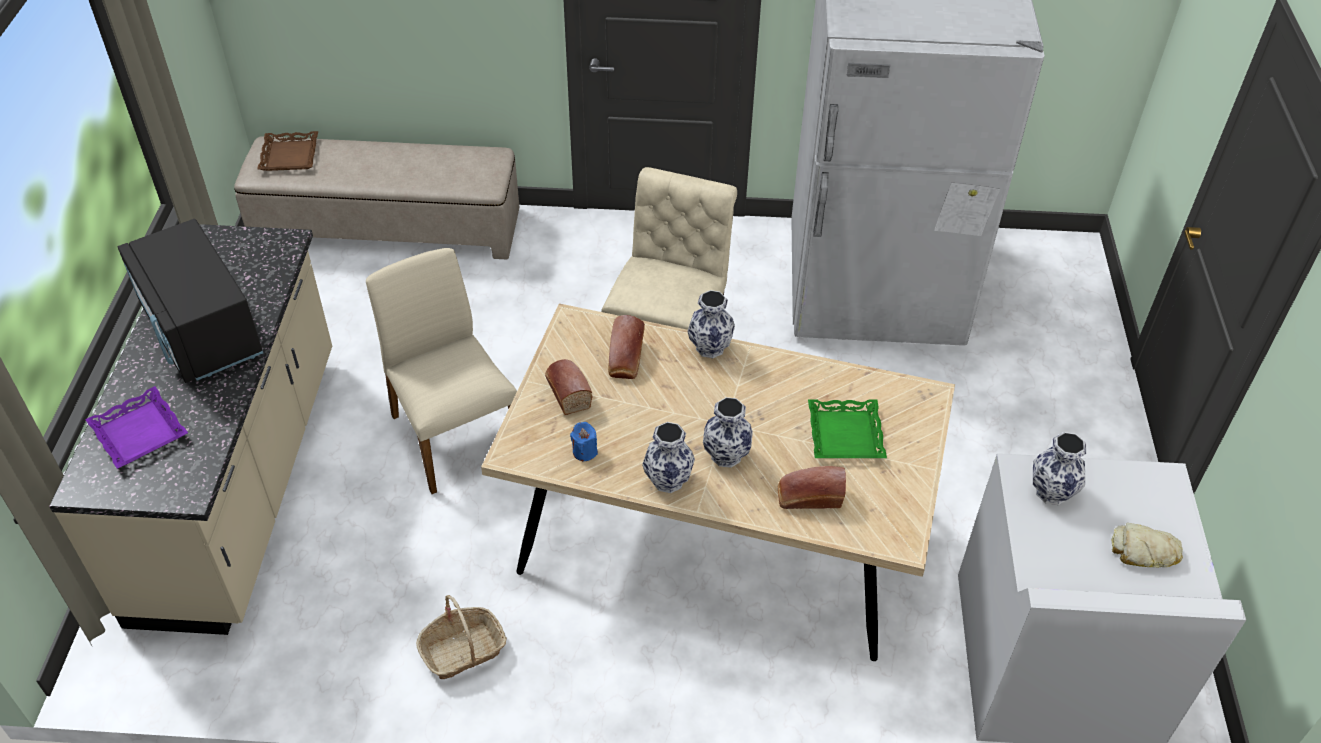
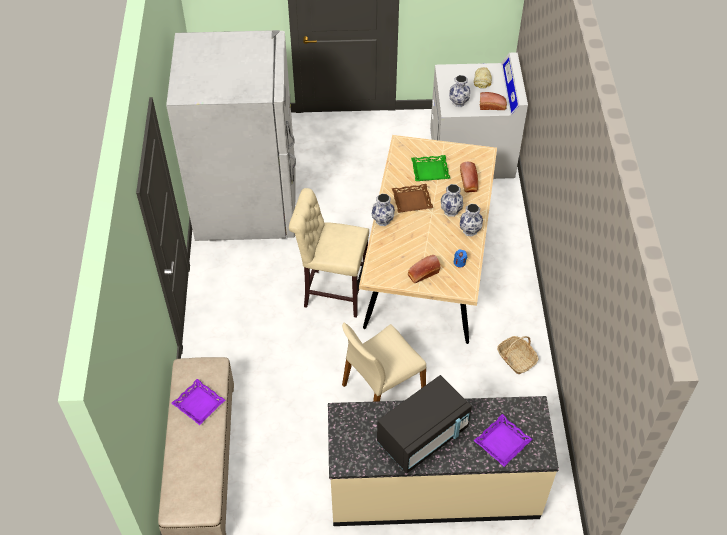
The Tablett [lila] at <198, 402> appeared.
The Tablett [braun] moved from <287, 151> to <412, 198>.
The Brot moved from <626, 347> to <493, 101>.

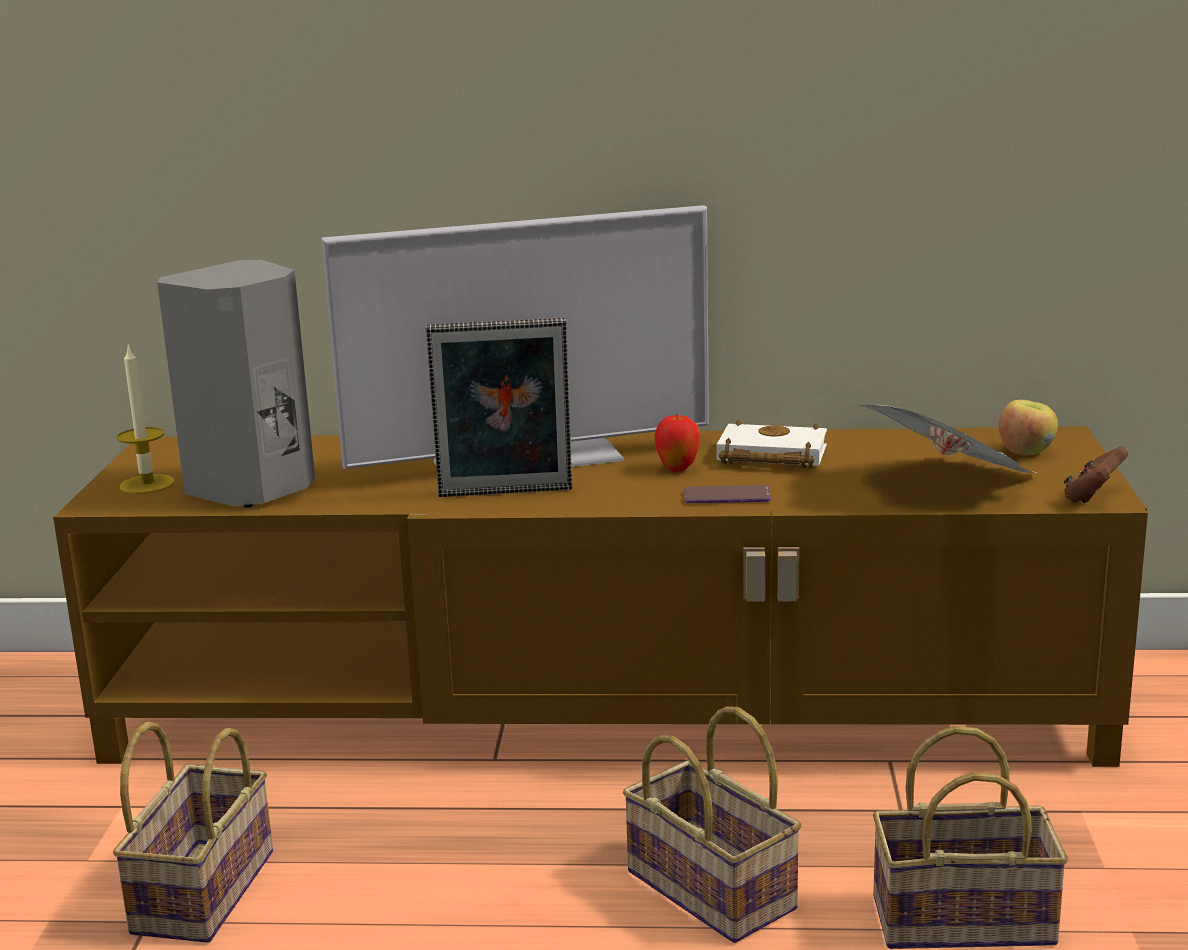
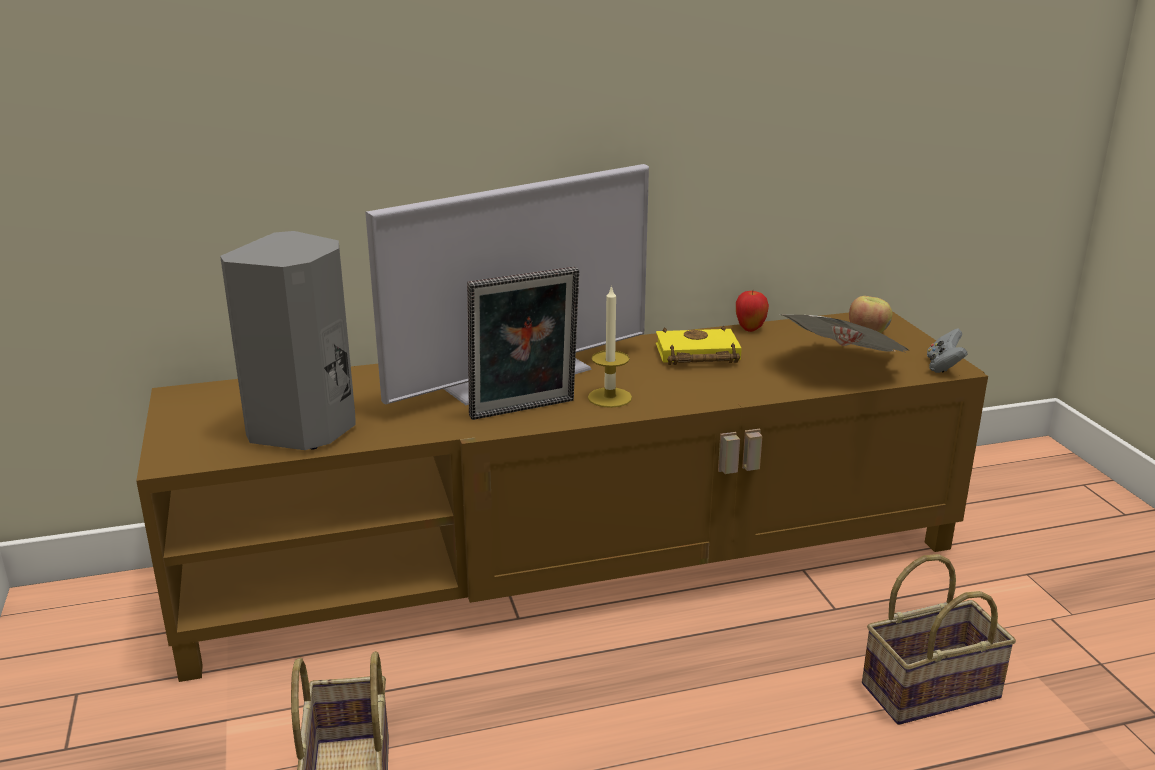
The Kerze moved from <146, 419> to <610, 346>.
The Buch [weiß] at <772, 444> became the Buch [gelb] at <699, 345>.
The Apfel moved from <677, 442> to <752, 311>.
The Gamepad [braun] at <1096, 474> became the Gamepad [grau] at <947, 351>.
The Korb at <712, 824> disappeared.
The Handy at <727, 494> disappeared.

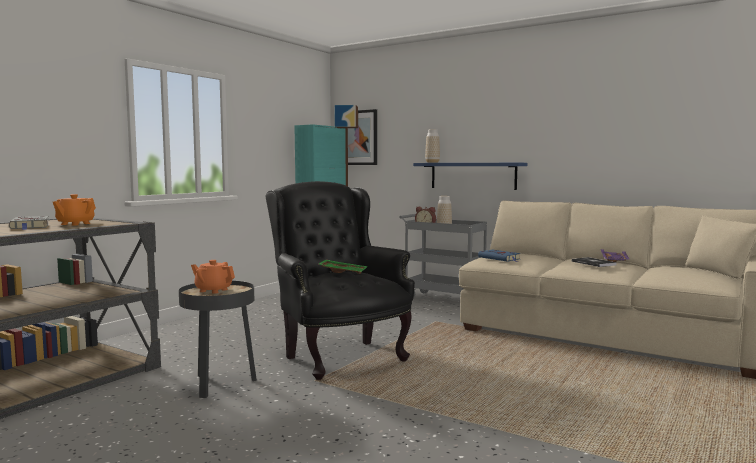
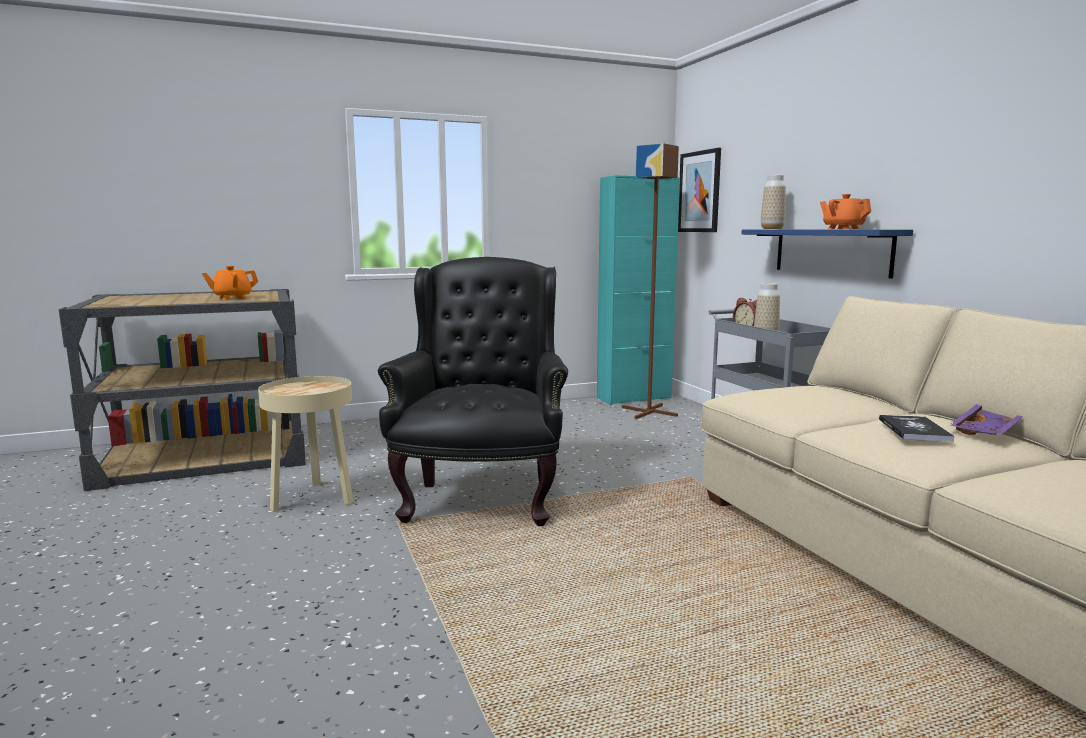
The Beistelltisch [schwarz] at <218, 339> became the Beistelltisch [beige] at <305, 444>.
The Teekanne [orange] moved from <213, 277> to <845, 211>.
The Buch [grau] at <29, 223> disappeared.
The Tablett [grün] at <343, 267> disappeared.
The Buch [blau] at <499, 255> disappeared.

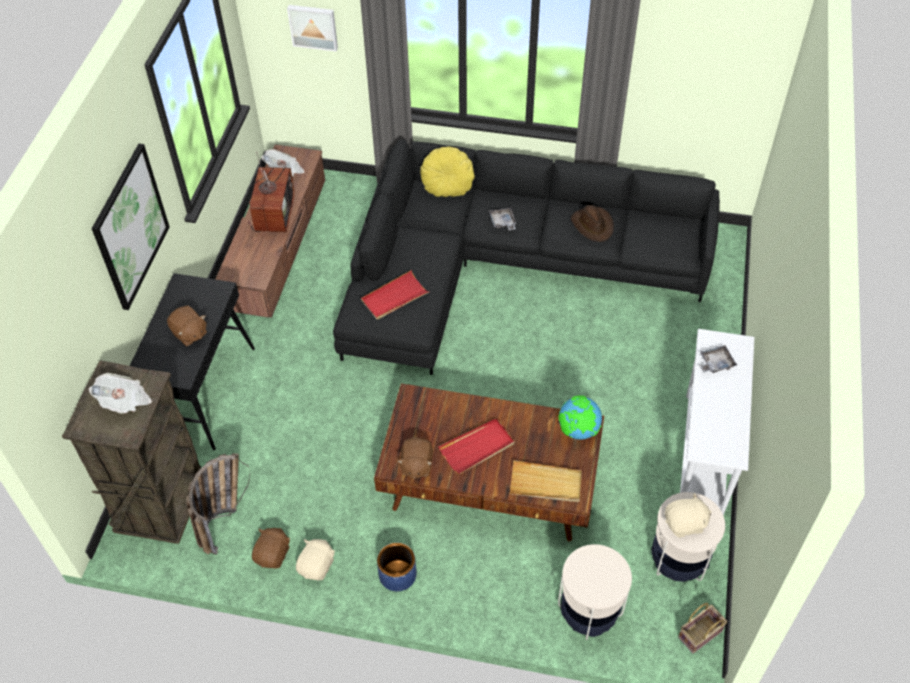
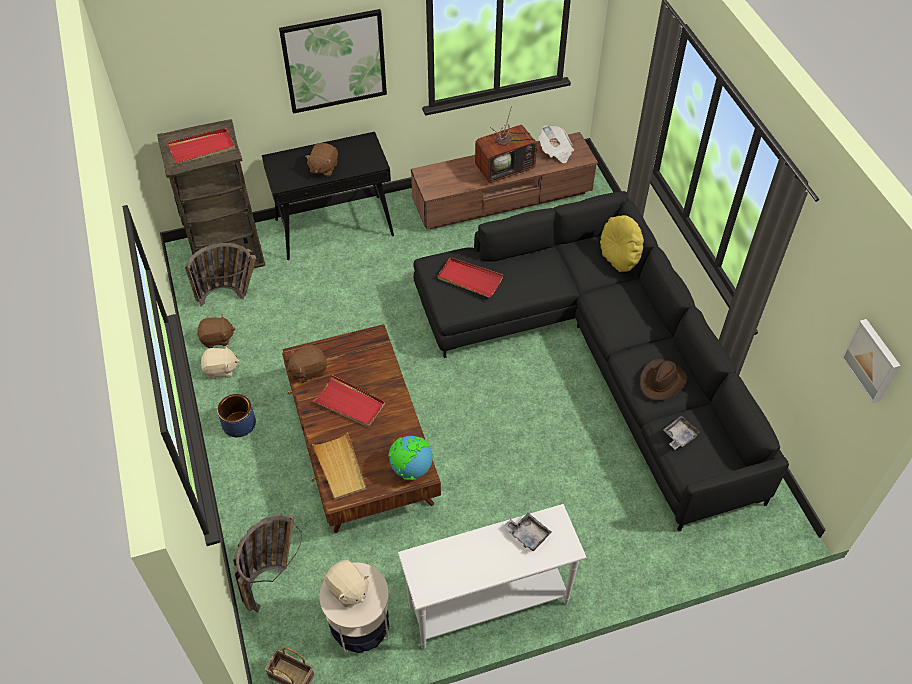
The Zeitung at <120, 393> was replaced by the Tablett [rot] at <201, 146>.
The Beistelltisch [beige] at <595, 592> was replaced by the Korb at <267, 563>.
The Tablett [grau] moved from <502, 218> to <681, 433>.
The Bild moved from <312, 28> to <871, 361>.

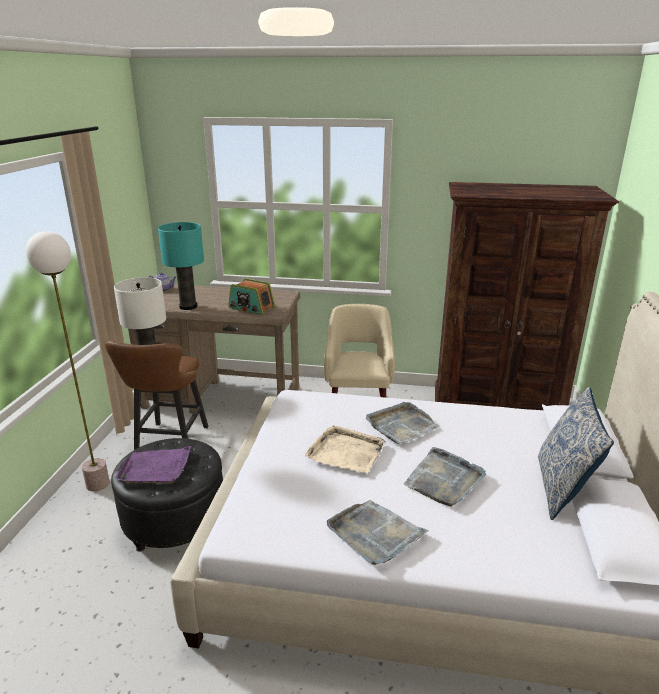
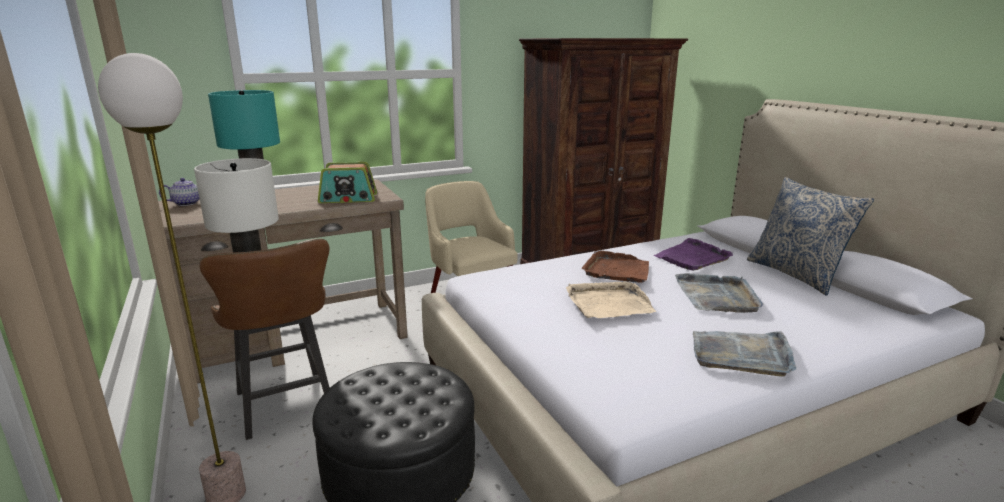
The Tablett [grau] at <402, 423> became the Tablett [braun] at <615, 267>.
The Tablett [lila] moved from <153, 464> to <693, 254>.

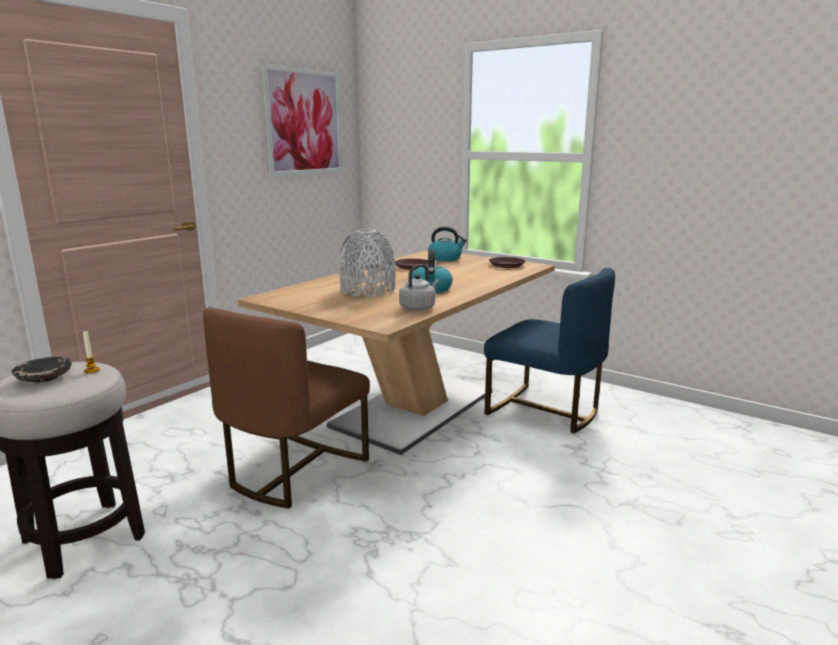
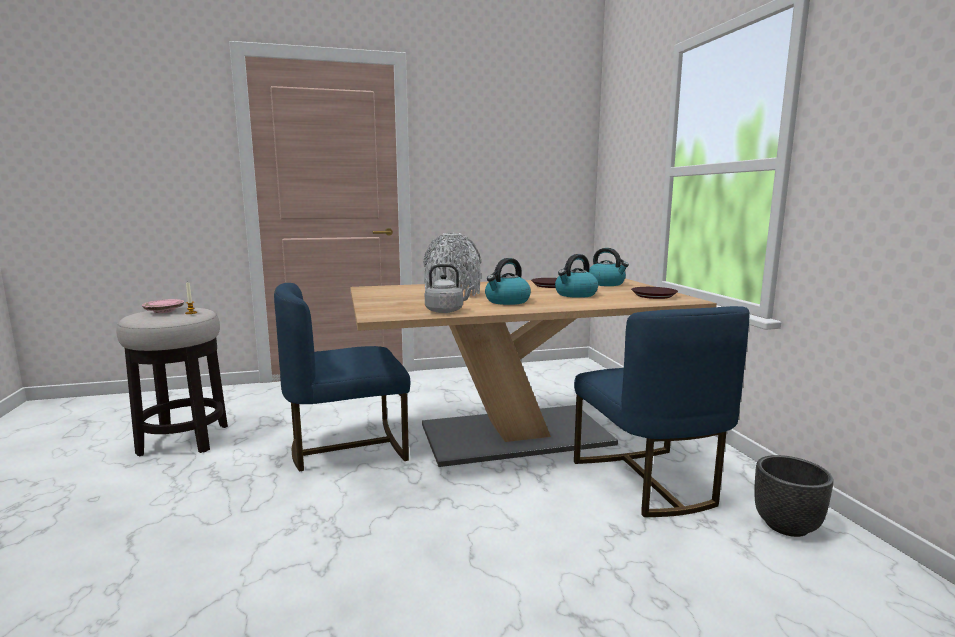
The Teller [schwarz] at <42, 369> became the Teller [rosa] at <163, 306>.
The Stuhl [braun] at <286, 408> became the Stuhl [blau] at <342, 377>.
The Wasserkessel at <576, 276> appeared.
The Pflanzkübel [schwarz] at <793, 496> appeared.
The Bild at <301, 120> disappeared.

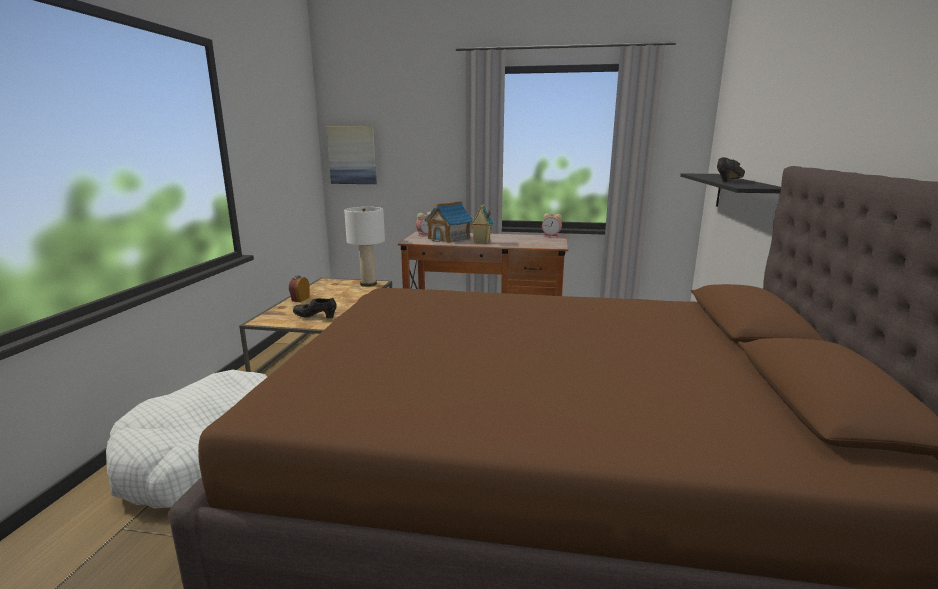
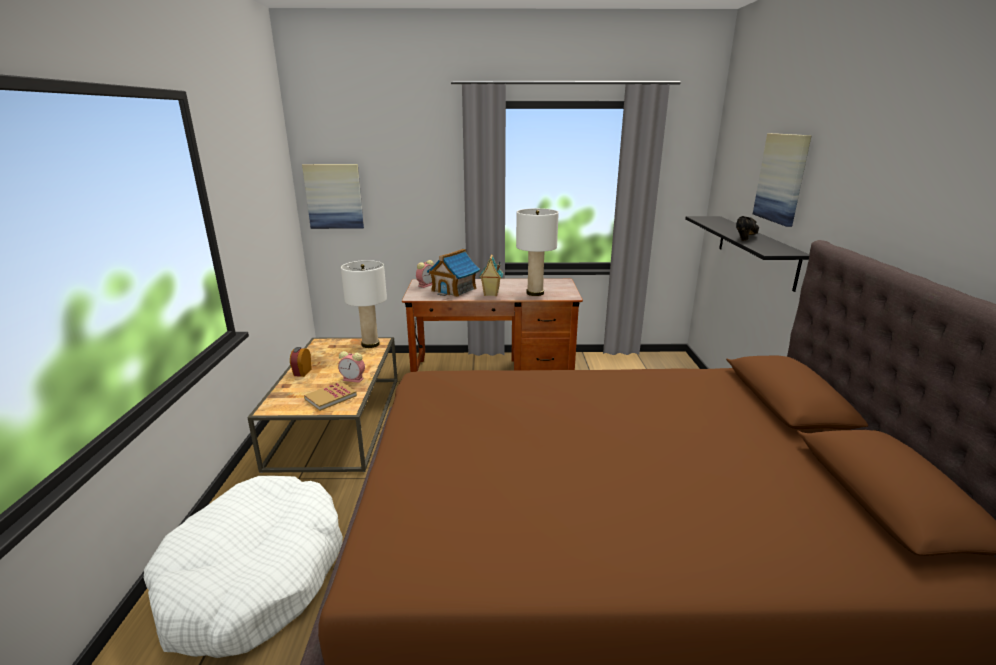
The Schuh [schwarz] at <315, 308> was replaced by the Buch at <330, 396>.
The Wecker moved from <552, 225> to <351, 367>.
The Tischlampe [weiß] at <537, 252> appeared.
The Bild at <782, 180> appeared.

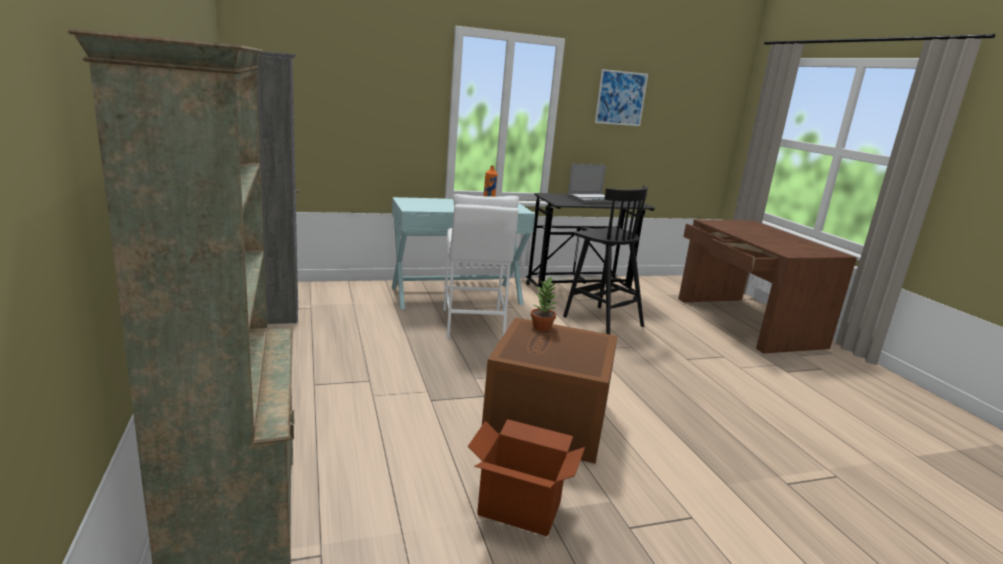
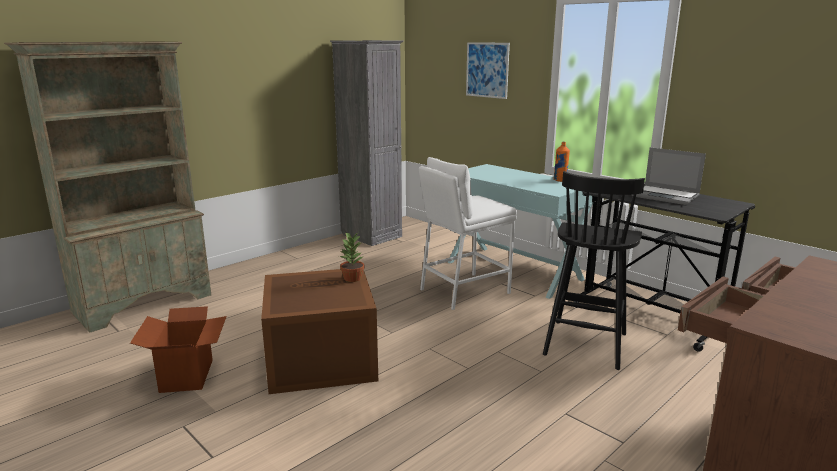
The Bild moved from <621, 97> to <488, 70>.

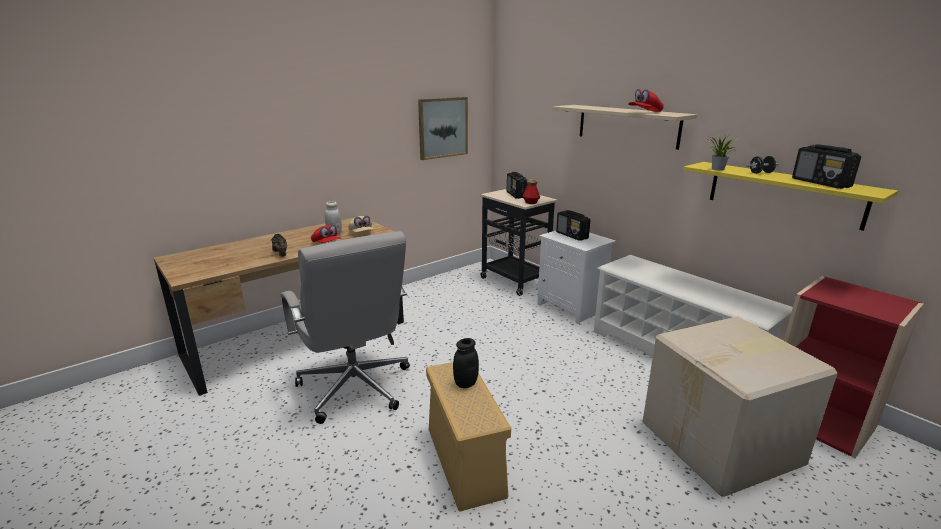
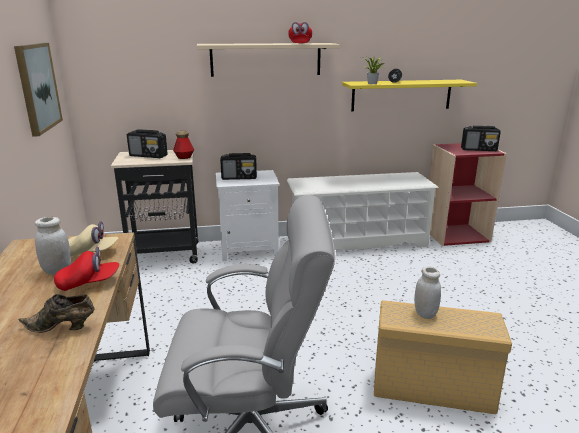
The Vorratsglas [schwarz] at <466, 363> became the Vorratsglas [weiß] at <427, 292>.
The Radio moved from <826, 166> to <481, 138>.
The Karton at <740, 406> disappeared.

